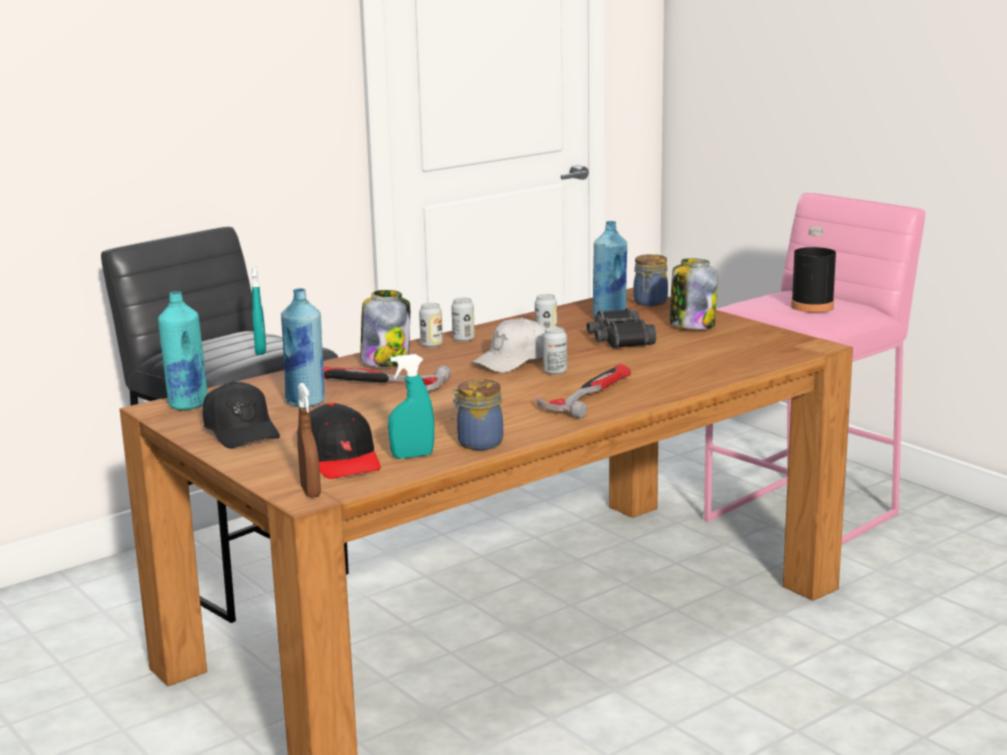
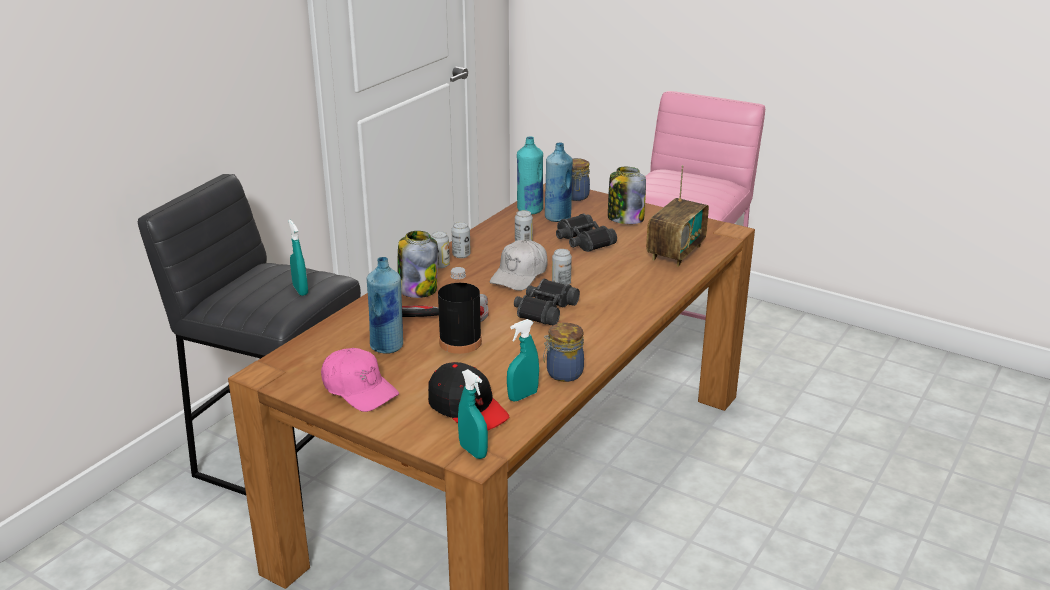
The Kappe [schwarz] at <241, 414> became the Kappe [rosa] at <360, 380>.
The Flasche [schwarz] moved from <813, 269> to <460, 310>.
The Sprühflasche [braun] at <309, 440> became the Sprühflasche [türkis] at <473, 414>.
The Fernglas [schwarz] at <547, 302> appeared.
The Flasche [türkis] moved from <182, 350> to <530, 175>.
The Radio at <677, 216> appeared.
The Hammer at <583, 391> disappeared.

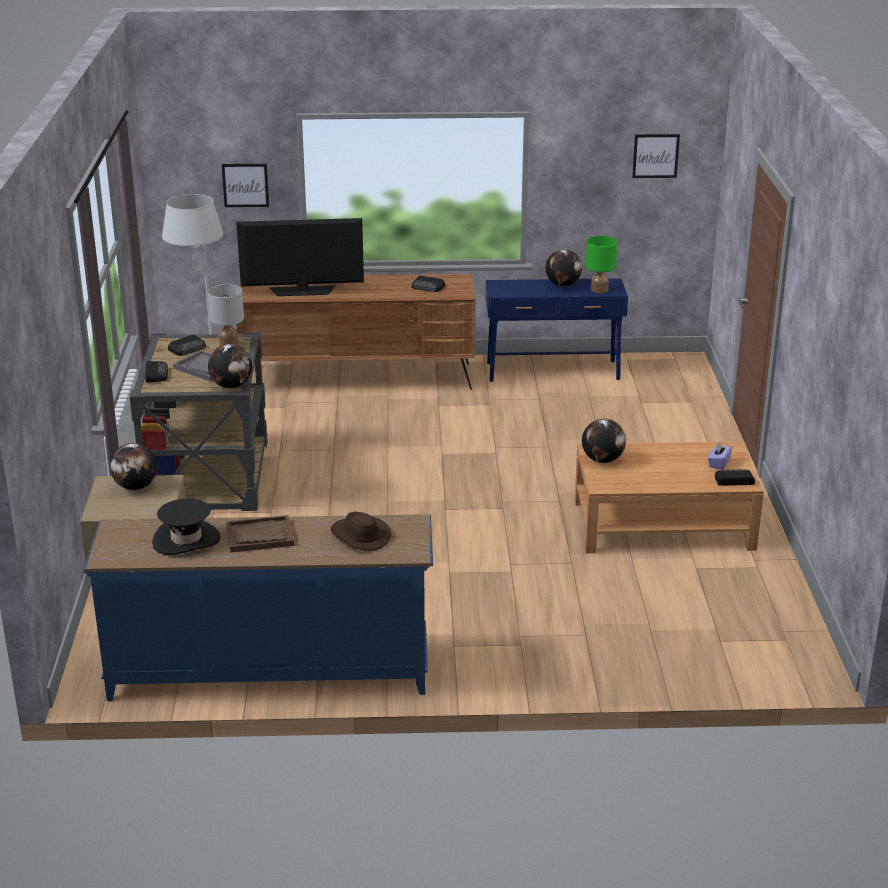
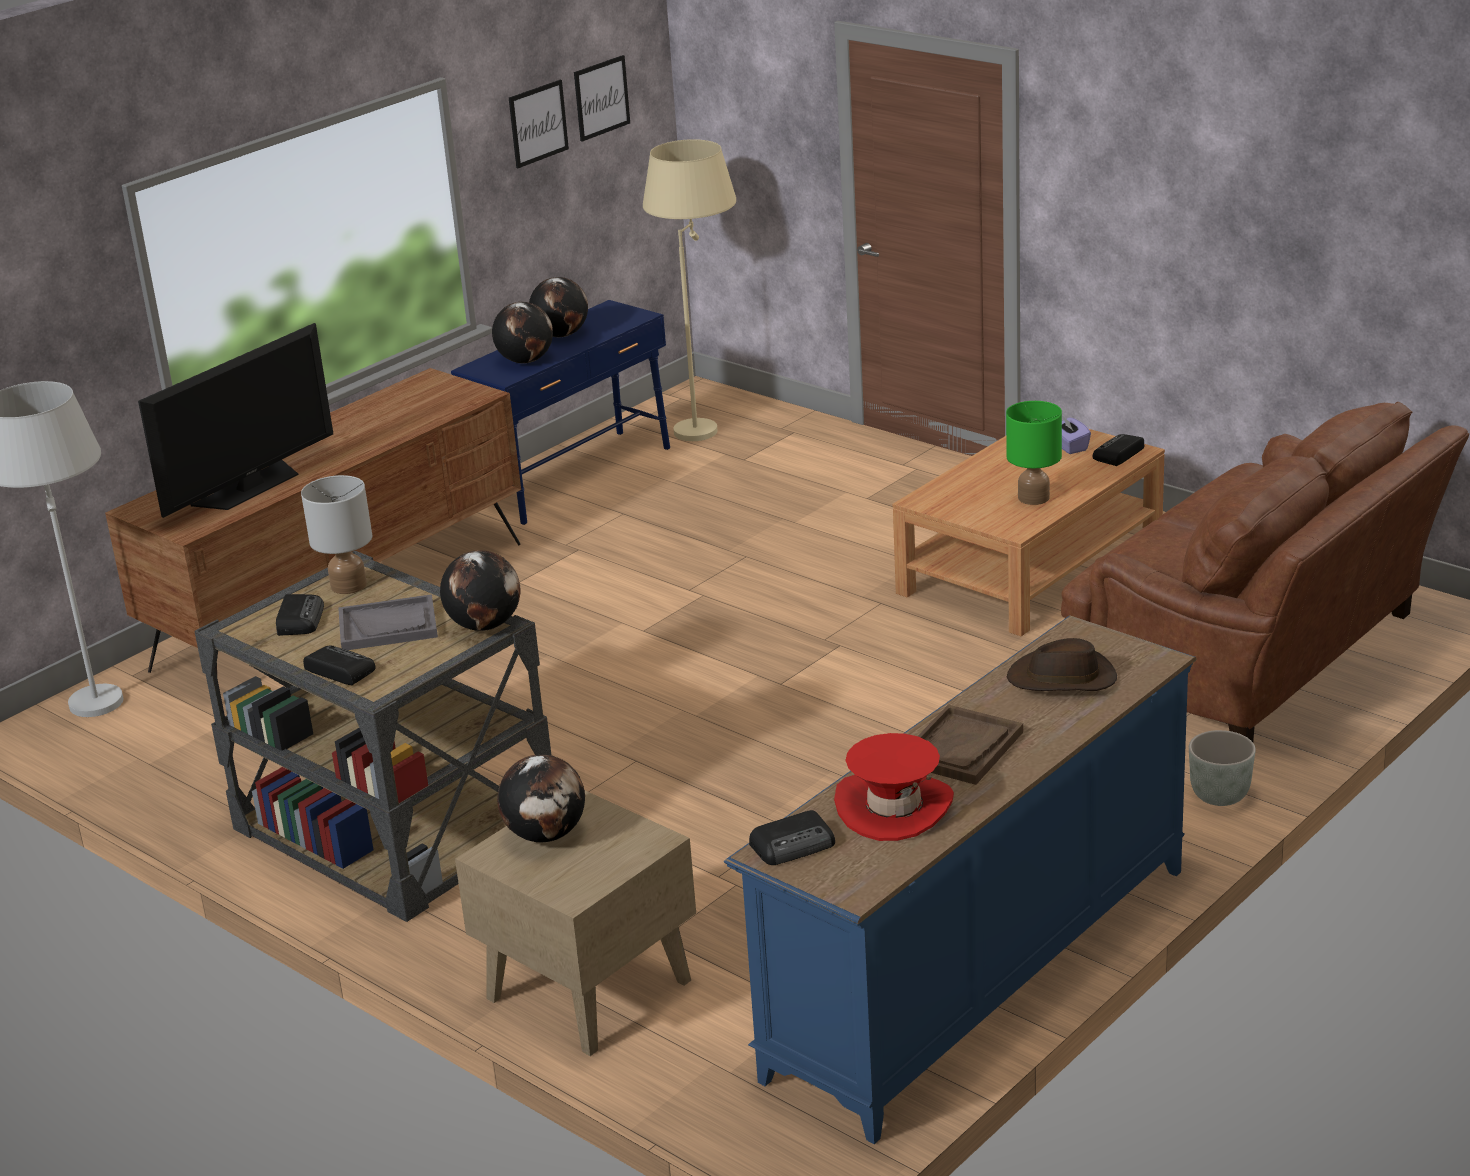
The Globus moved from <604, 441> to <522, 333>.
The Bild moved from <245, 185> to <539, 124>.
The Stehlampe [beige] at <689, 290> appeared.
The Radio moved from <428, 284> to <792, 837>.
The Hut [schwarz] at <186, 527> became the Hut [rot] at <894, 787>.
The Tischlampe [grün] moved from <601, 264> to <1034, 453>.
The Sofa [braun] at <1265, 572> appeared.
The Pflanzkübel [grau] at <1222, 768> appeared.

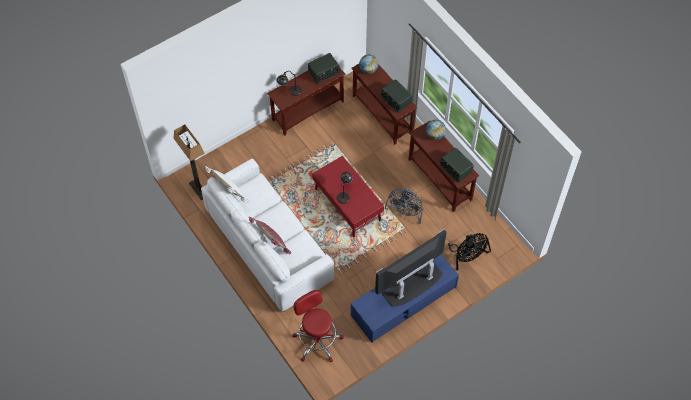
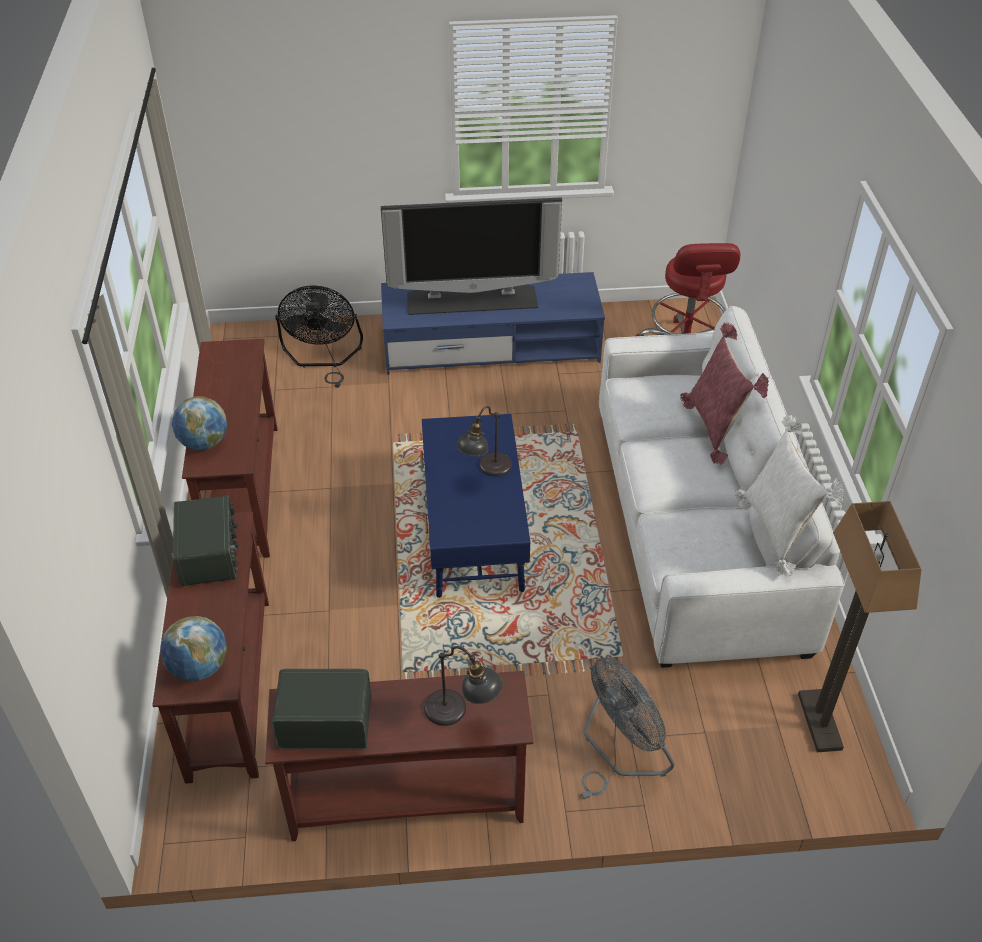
The Couchtisch [rot] at <348, 196> became the Couchtisch [blau] at <475, 506>.
The Ventilator [grau] moved from <404, 206> to <628, 728>.
The Radio at <457, 165> disappeared.

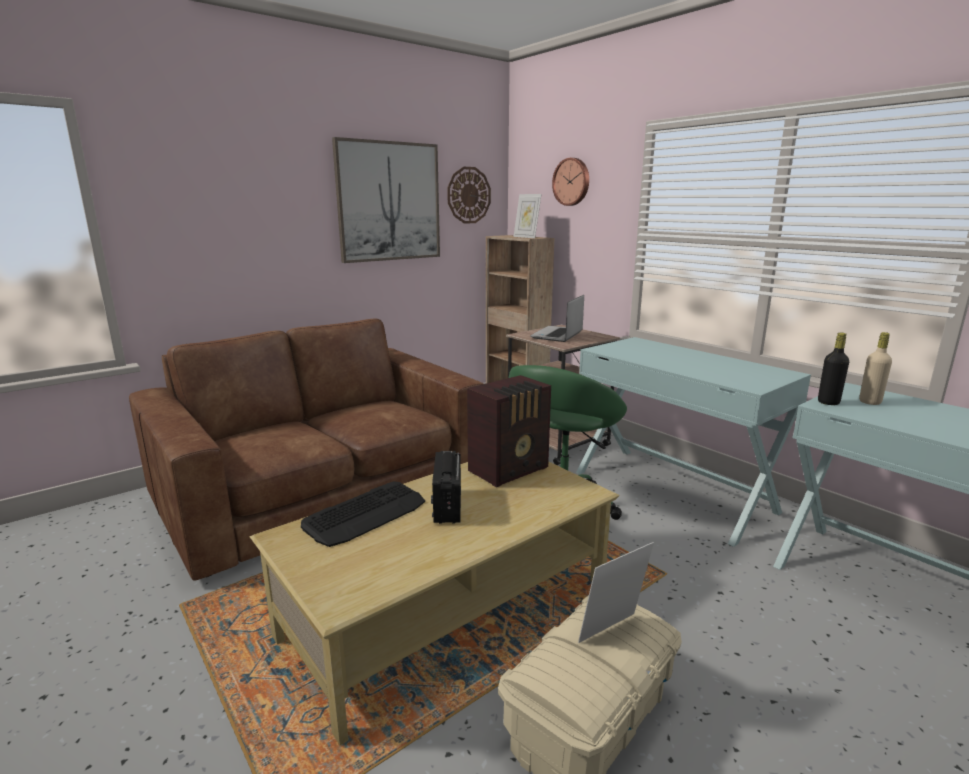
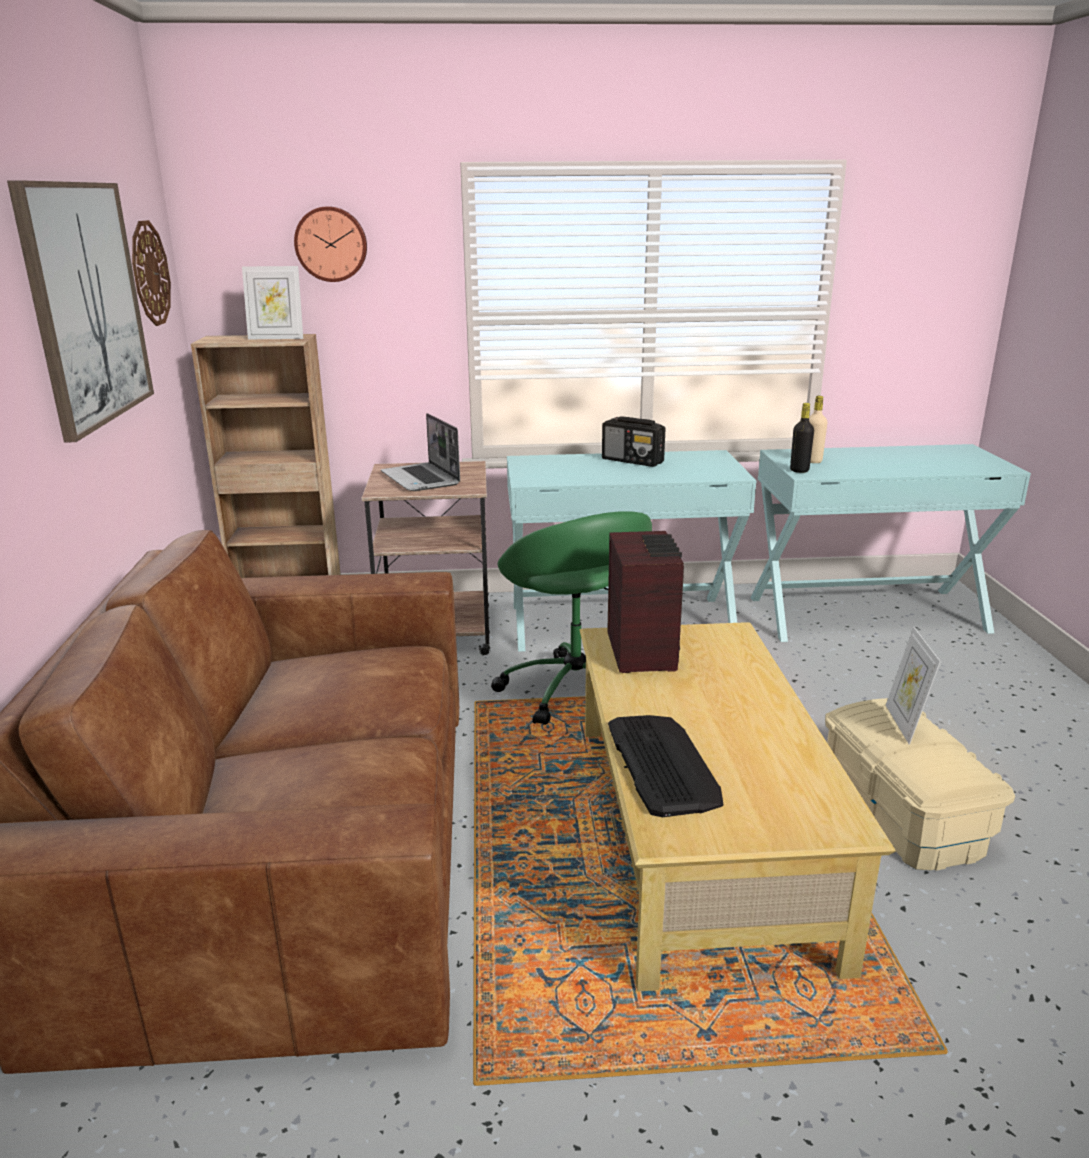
The Radio moved from <446, 487> to <633, 441>.

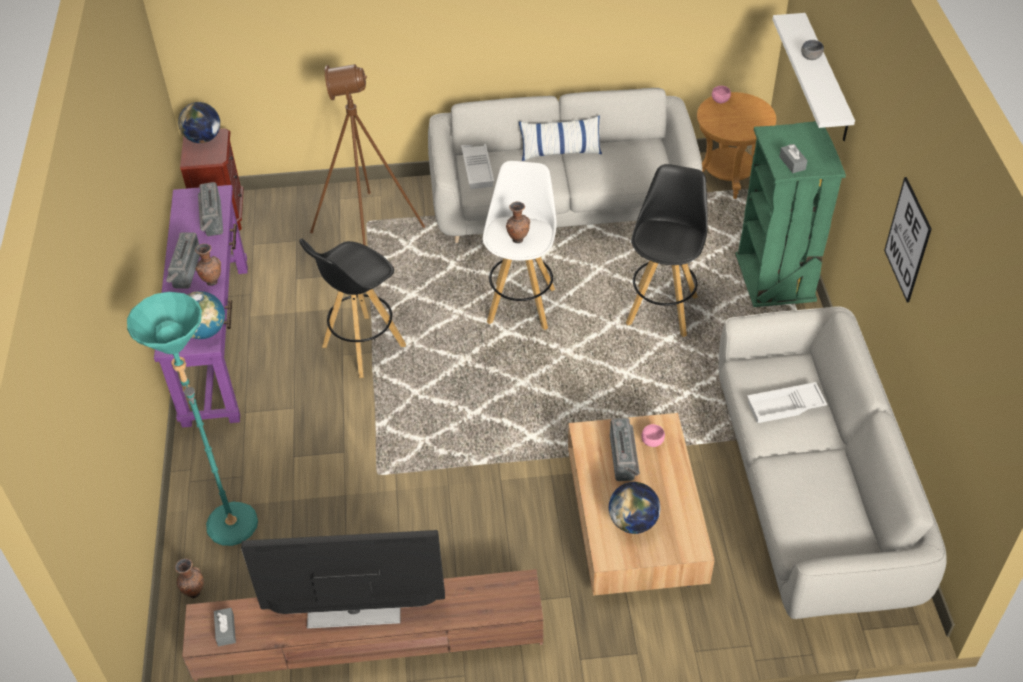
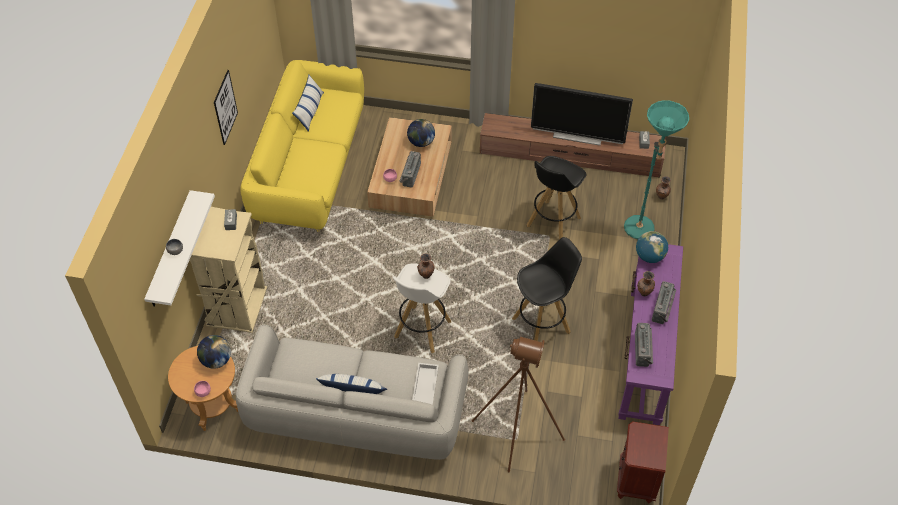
The Bücherregal [grün] at <790, 214> became the Bücherregal [beige] at <228, 270>.
The Globus moved from <199, 122> to <214, 352>.
The Sofa [grau] at <833, 462> became the Sofa [gelb] at <302, 146>.
The Kissen at <308, 103> appeared.
The Hocker [schwarz] moved from <667, 250> to <557, 198>.
The Tablett [weiß] at <787, 402> disappeared.

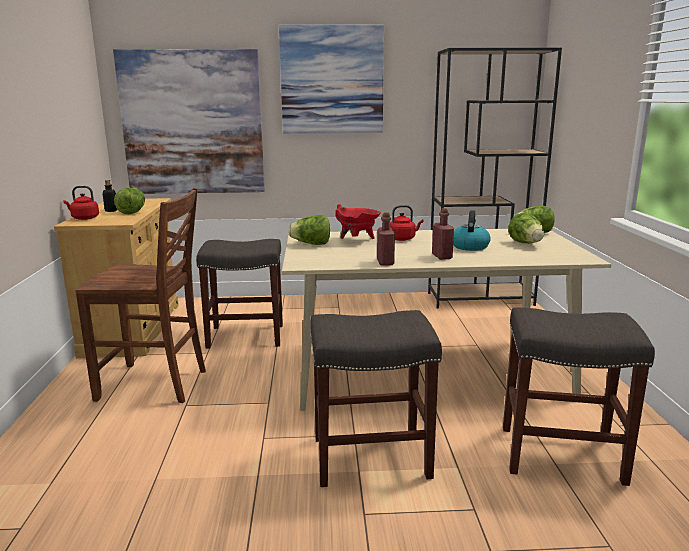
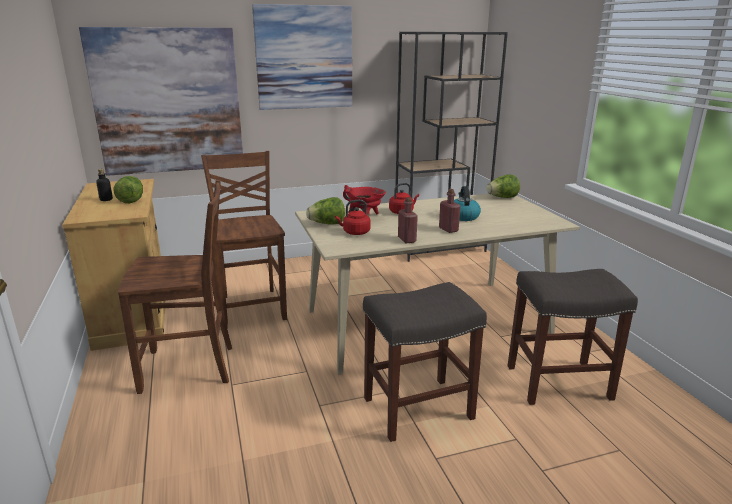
The Hocker [grau] at <239, 294> was replaced by the Stuhl [braun] at <244, 239>.
The Wasserkessel [rot] moved from <81, 203> to <353, 217>.
The Salatkopf at <526, 228> disappeared.

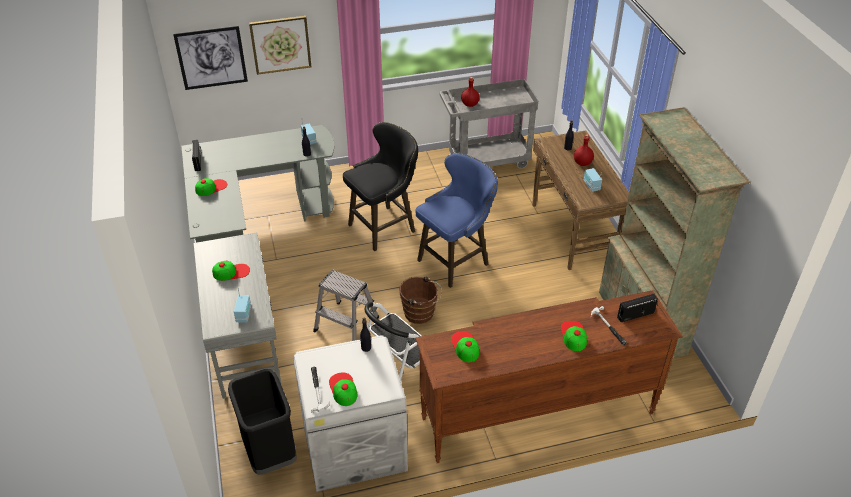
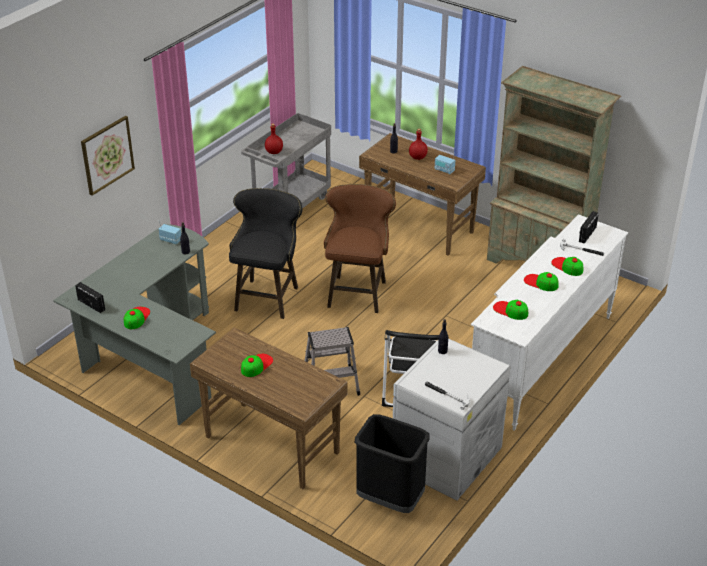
The Konsolentisch [grau] at <238, 315> became the Konsolentisch [braun] at <269, 408>.
The Hocker [blau] at <456, 220> became the Hocker [braun] at <360, 248>.
The Schrank [braun] at <549, 376> became the Schrank [weiß] at <549, 322>.
The Kappe moved from <343, 389> to <541, 281>.
The Bild at <210, 58> disappeared.
The Radio at <242, 305> disappeared.
The Eimer [braun] at <421, 300> disappeared.

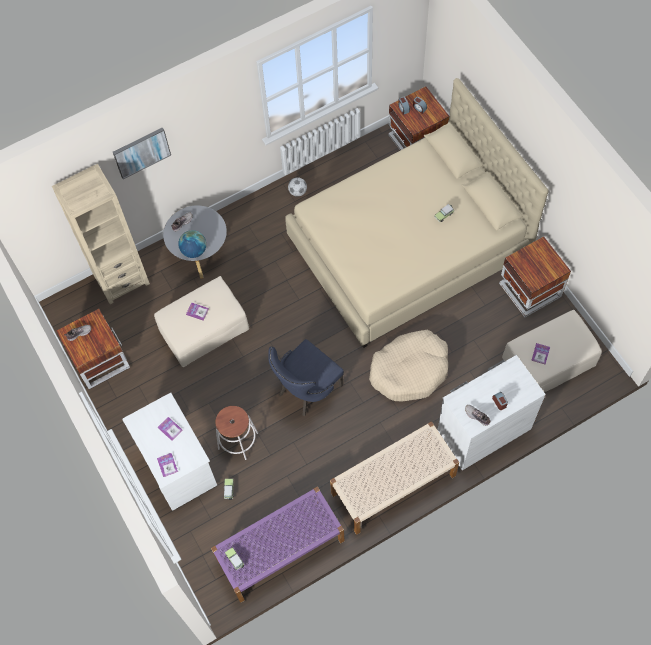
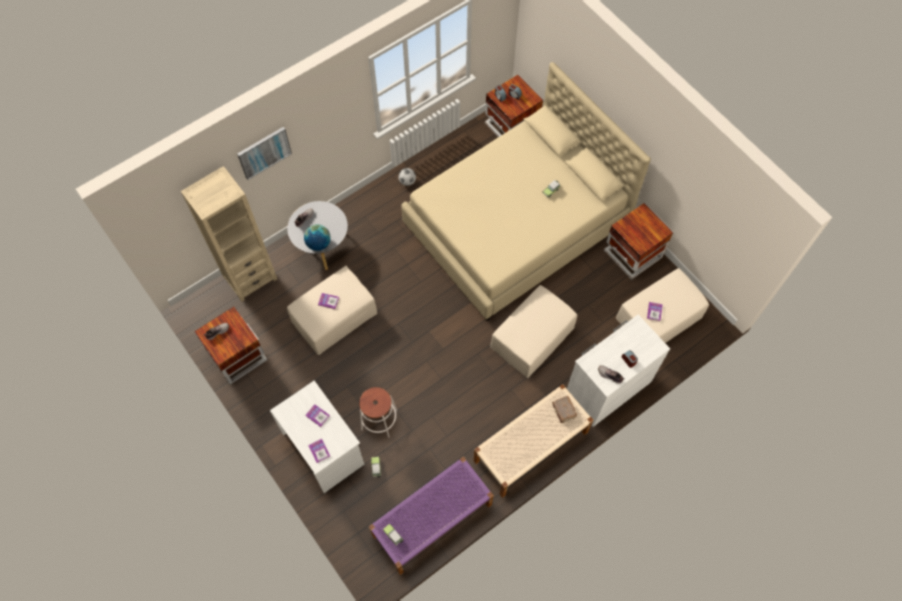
The Hundebett [beige] at <408, 366> was replaced by the Polsterhocker [beige] at <533, 331>.
The Buch [braun] at <564, 409> appeared.
The Stuhl [blau] at <306, 377> disappeared.

